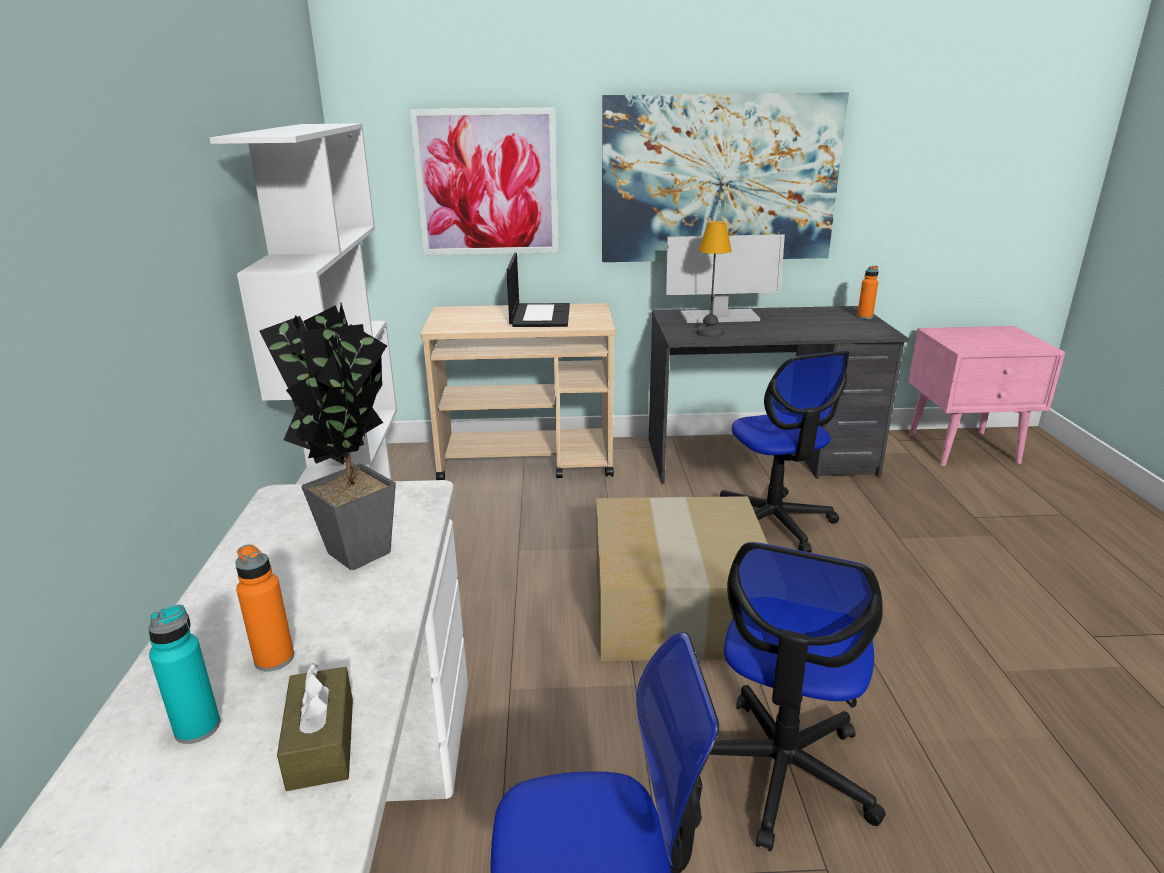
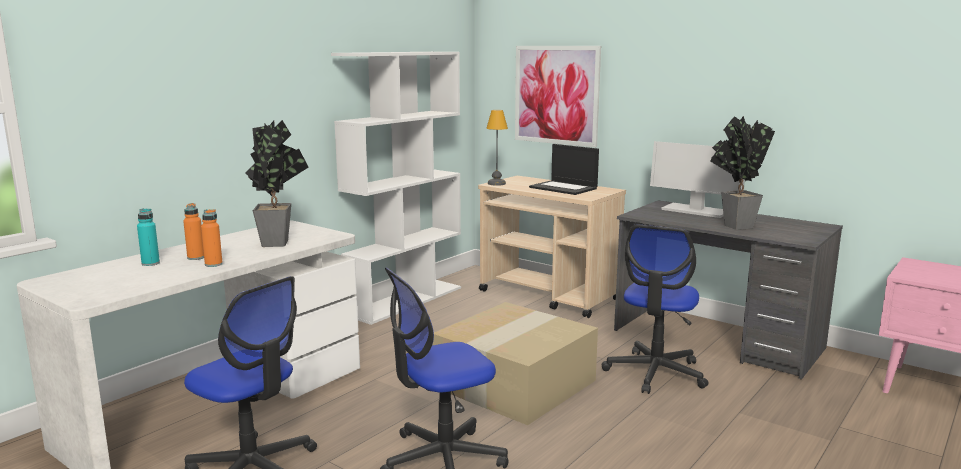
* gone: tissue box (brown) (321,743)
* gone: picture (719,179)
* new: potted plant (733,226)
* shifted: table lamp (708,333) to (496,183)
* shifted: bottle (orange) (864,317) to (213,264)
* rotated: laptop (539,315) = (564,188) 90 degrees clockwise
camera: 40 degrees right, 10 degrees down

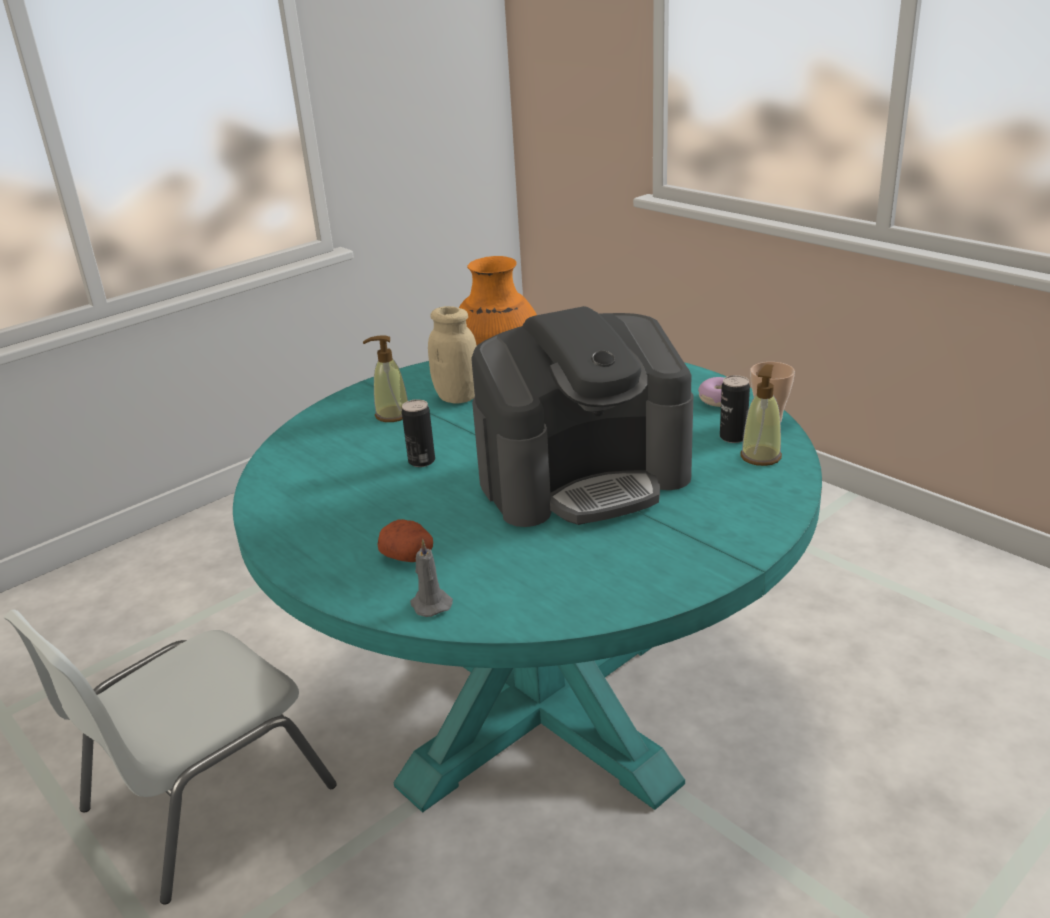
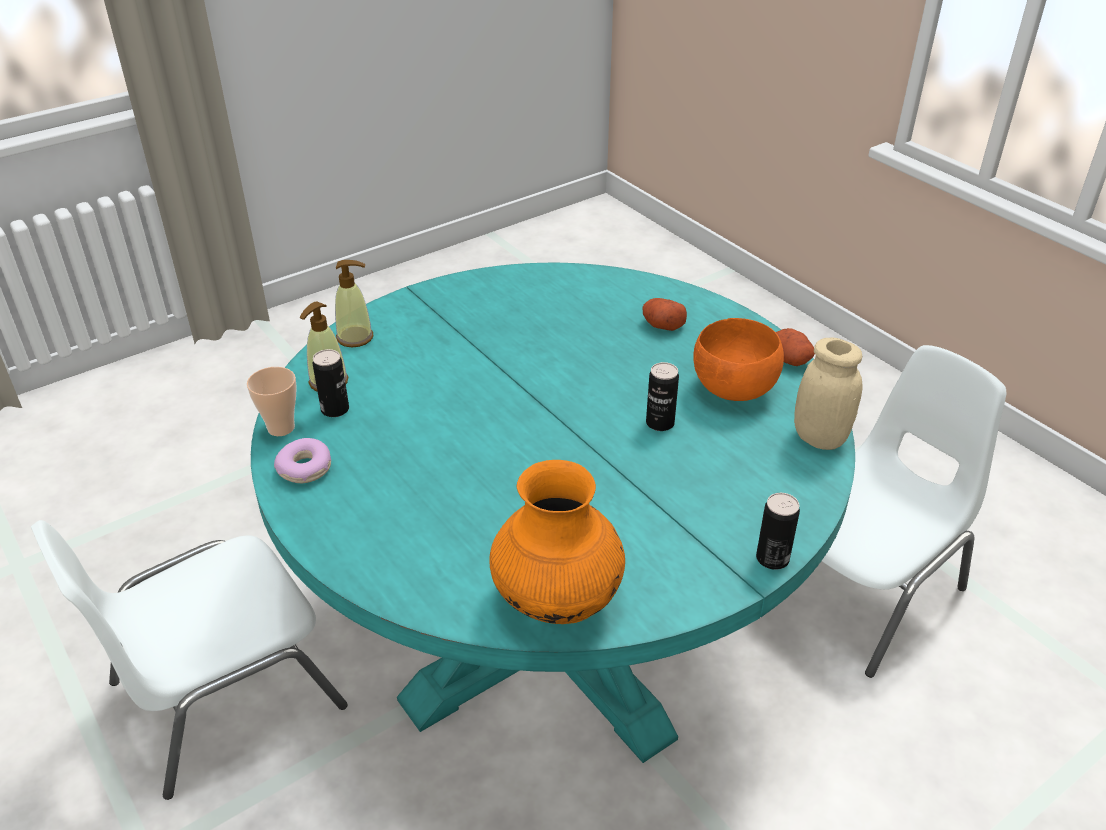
* gone: candle (grey) (430,604)
* gone: coffee machine (584,477)
* new: chair (white) (222,694)
* new: bowl (orange) (733,391)
* new: can (772,558)
* new: potato (790,360)
* shifted: soap dispenser (392,415) to (355,337)
* shifted: jar (beige) (457,397) to (819,438)
camera: 175 degrees left, 10 degrees up

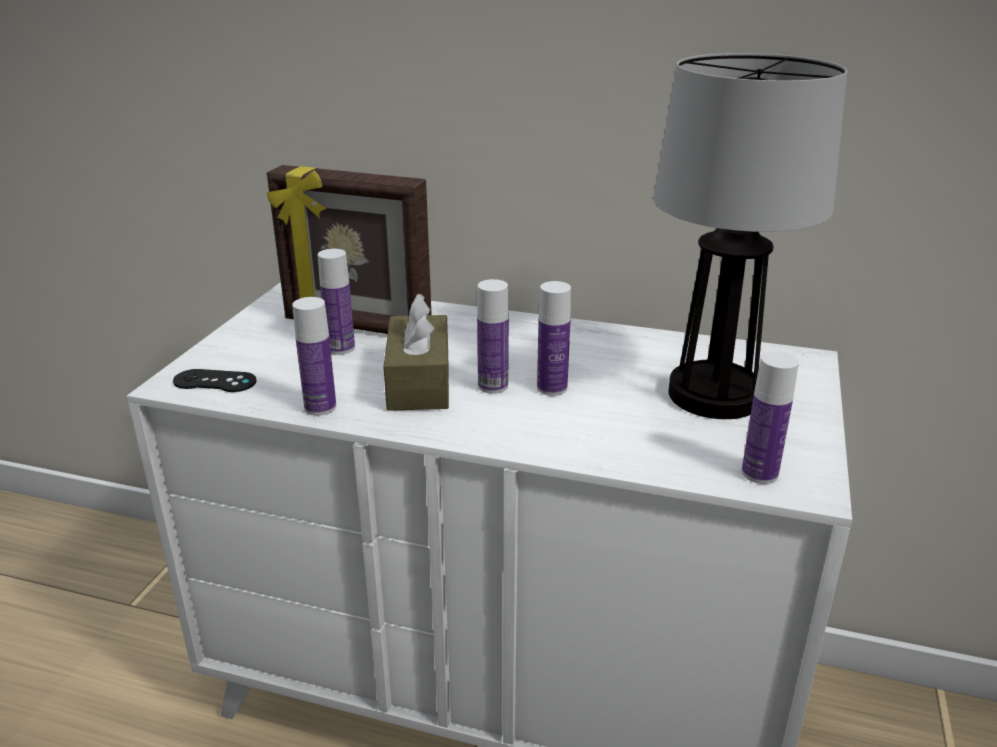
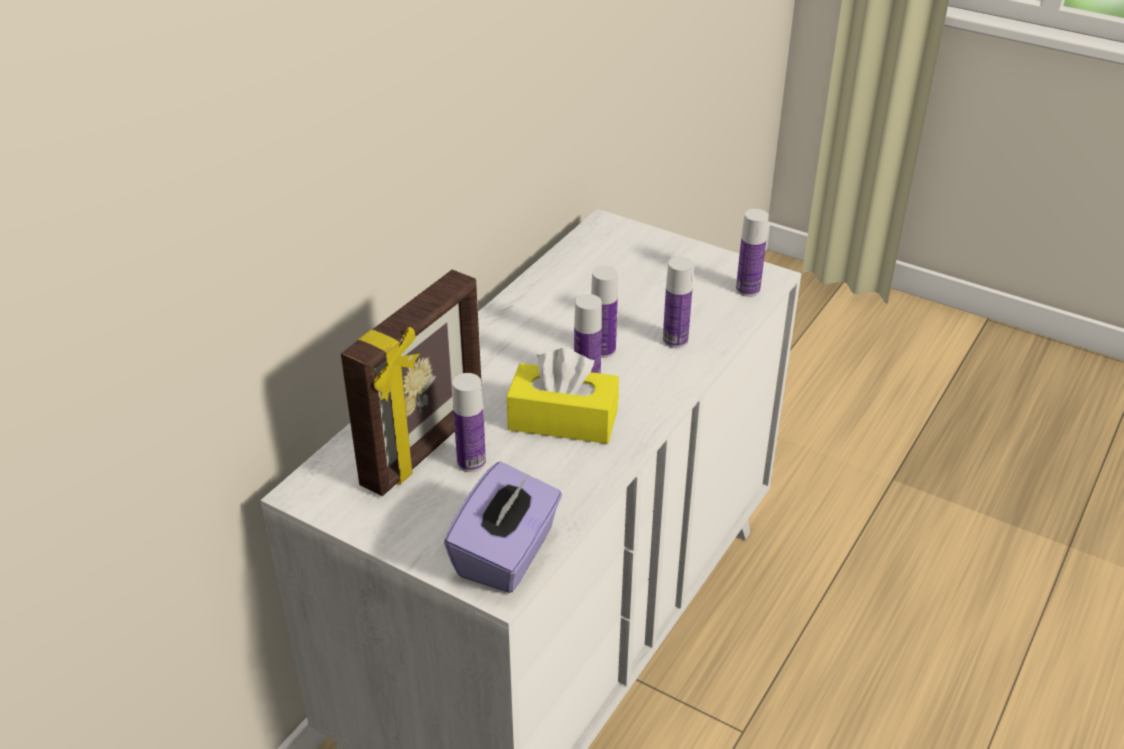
* gone: table lamp (713,396)
* shifted: bottle (320,407) to (675,340)
* swapped: game controller (black) (215,381) to tissue box (purple) (507,554)
* repainted: tissue box (brown) (419,382) to tissue box (yellow) (563,420)
camera: 75 degrees left, 10 degrees up

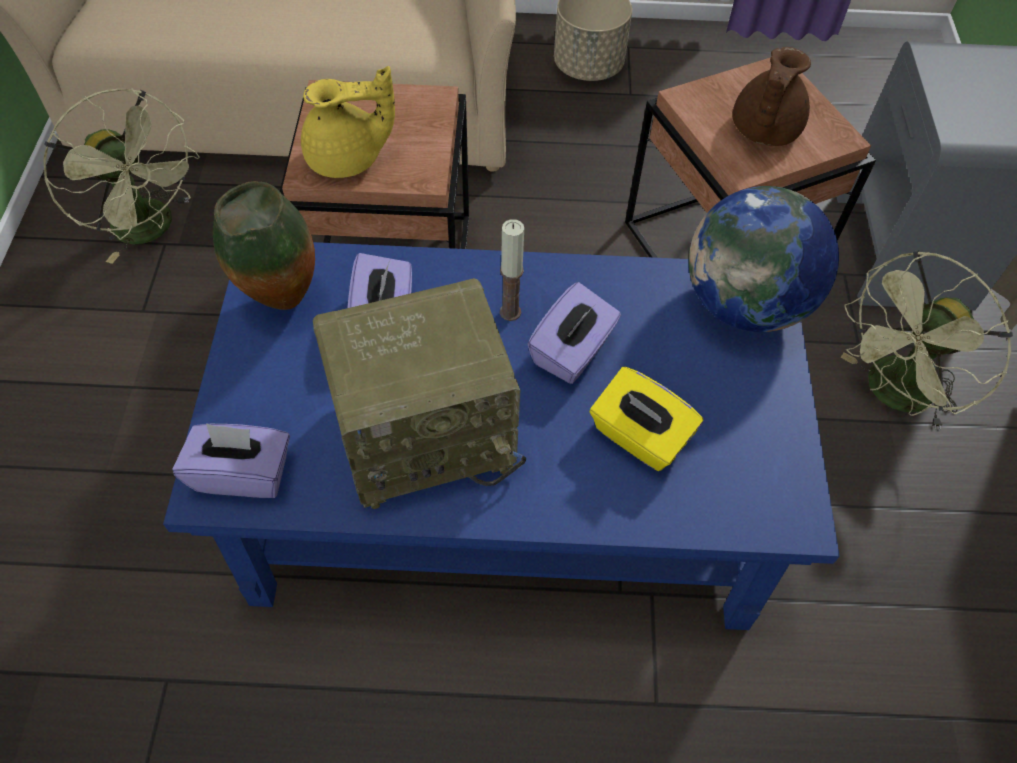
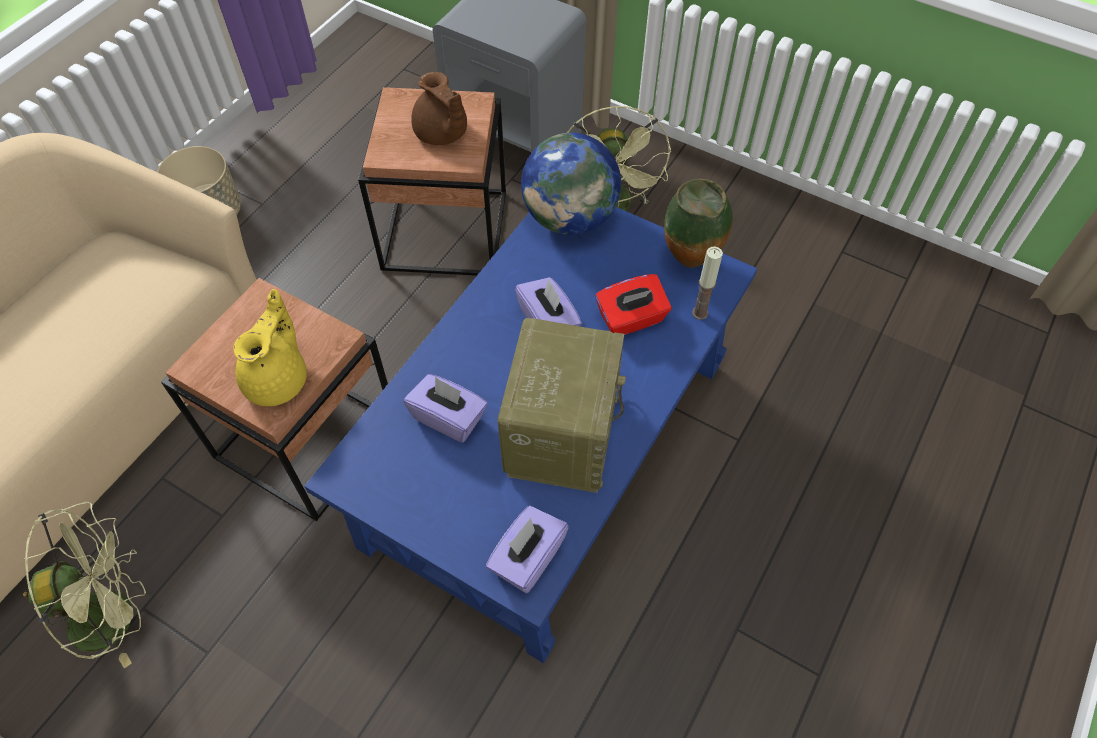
* shifted: vase (281,302) to (690,264)
* shifted: candle (510,312) to (700,313)
* repainted: tissue box (yellow) (639,436) to tissue box (red) (631,319)
camera: 60 degrees left, 0 degrees up

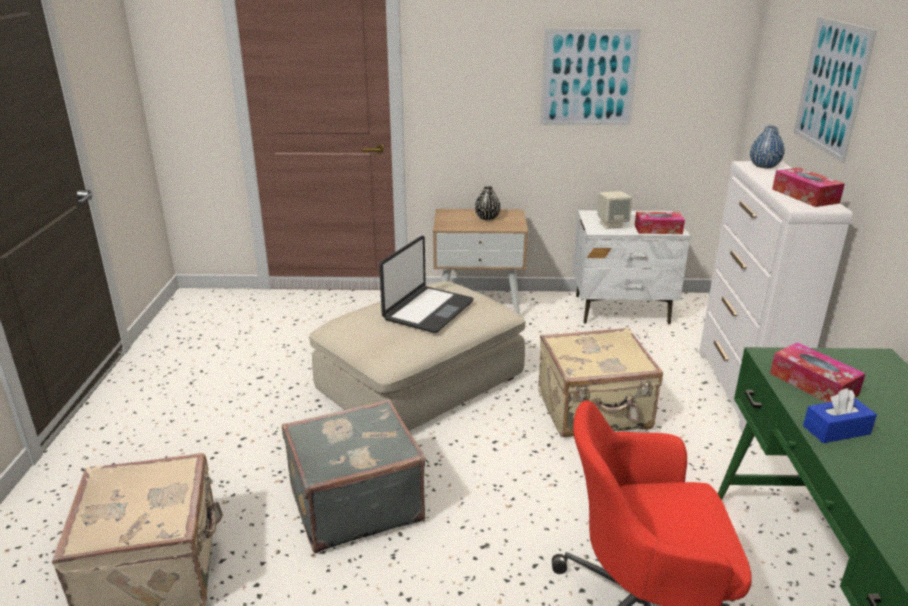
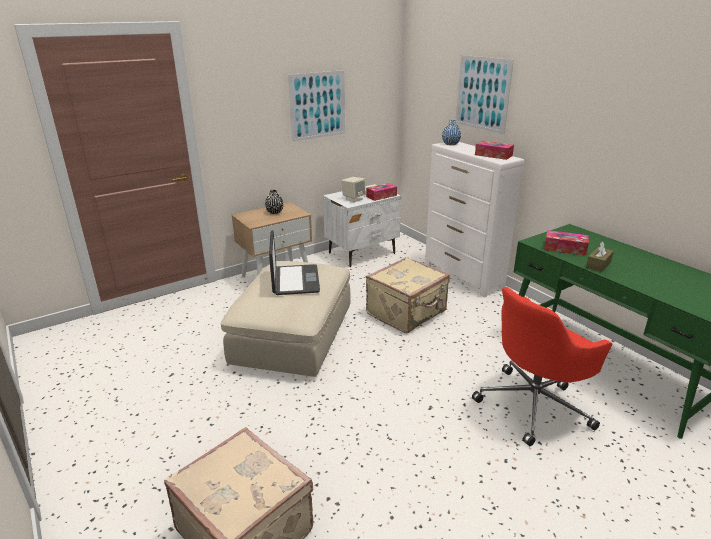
* gone: suitcase (grey) (354,503)
* repainted: tissue box (blue) (836,430) to tissue box (brown) (598,265)
camera: 35 degrees left, 0 degrees up

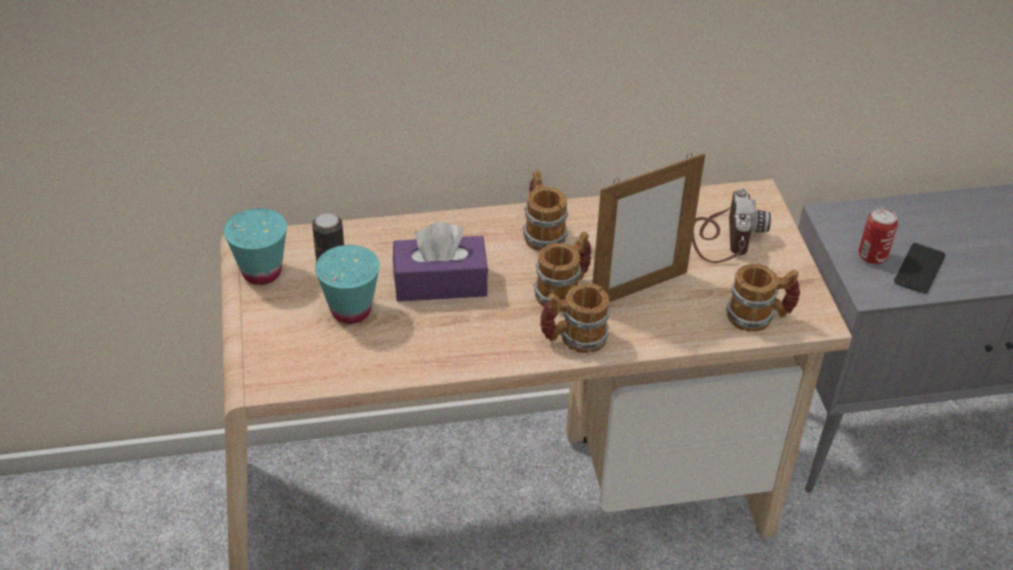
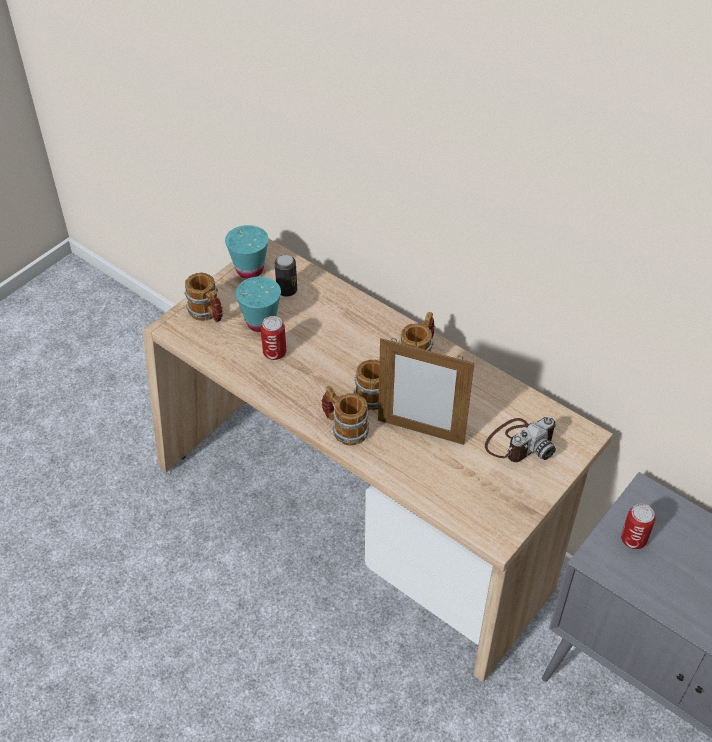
* gone: tissue box (purple) (440,283)
* gone: phone (919,269)
* new: can (274,353)
* shifted: mug (759,317) to (208,314)
camera: 50 degrees right, 5 degrees up

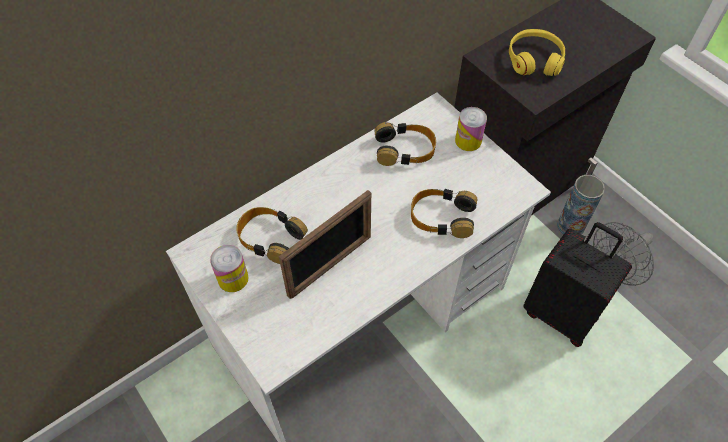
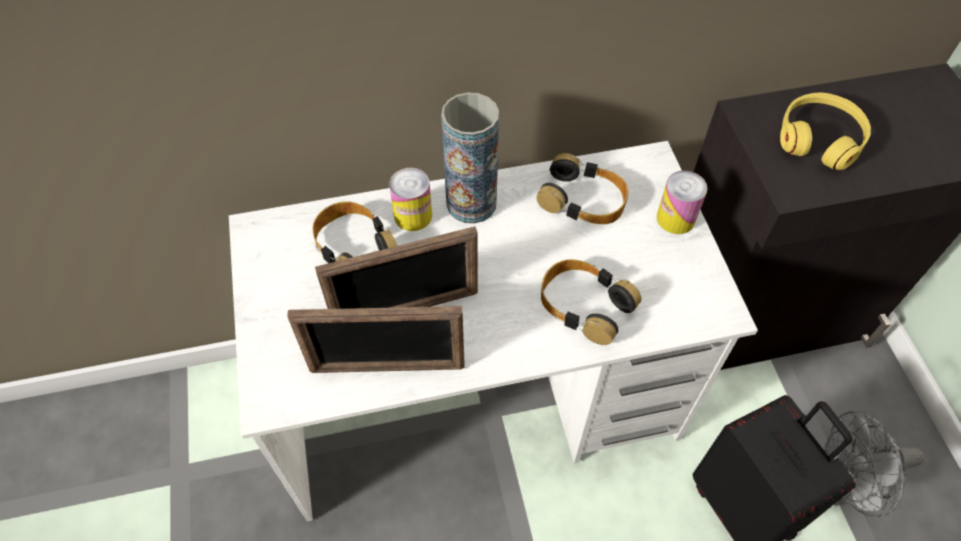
* new: picture frame (387,368)
* shifted: can (233,278) to (413,215)
* shifted: vase (570,226) to (471,203)
camera: 25 degrees right, 0 degrees up

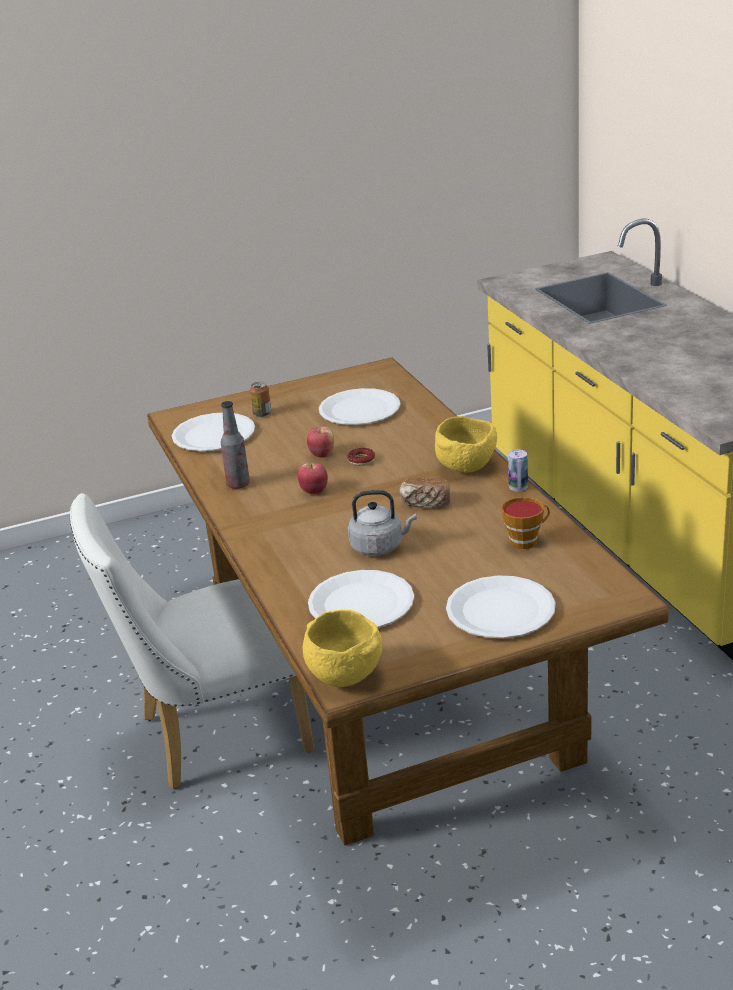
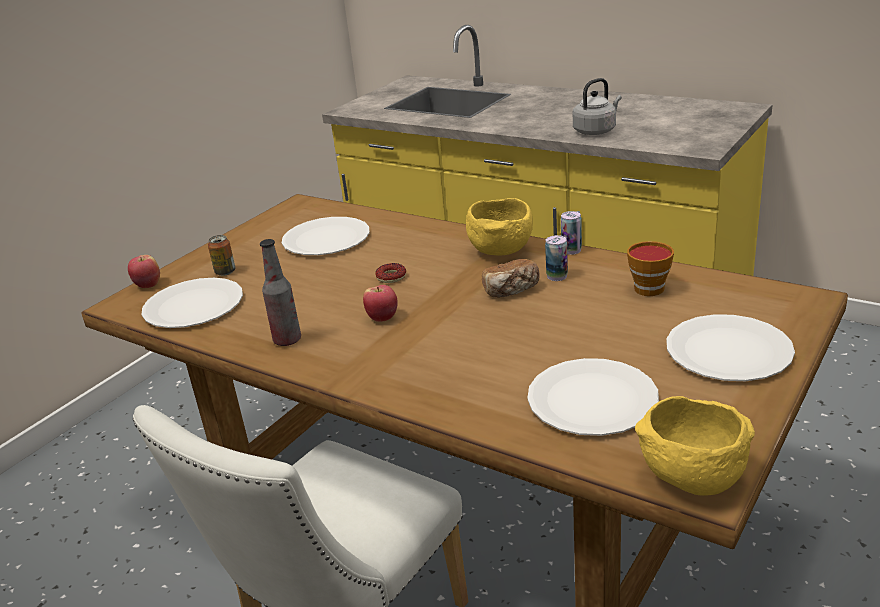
* new: can (557,276)
* shifted: apple (322,454) to (148,285)
* shifted: kettle (grey) (380,547) to (596,131)
camera: 35 degrees left, 0 degrees up

